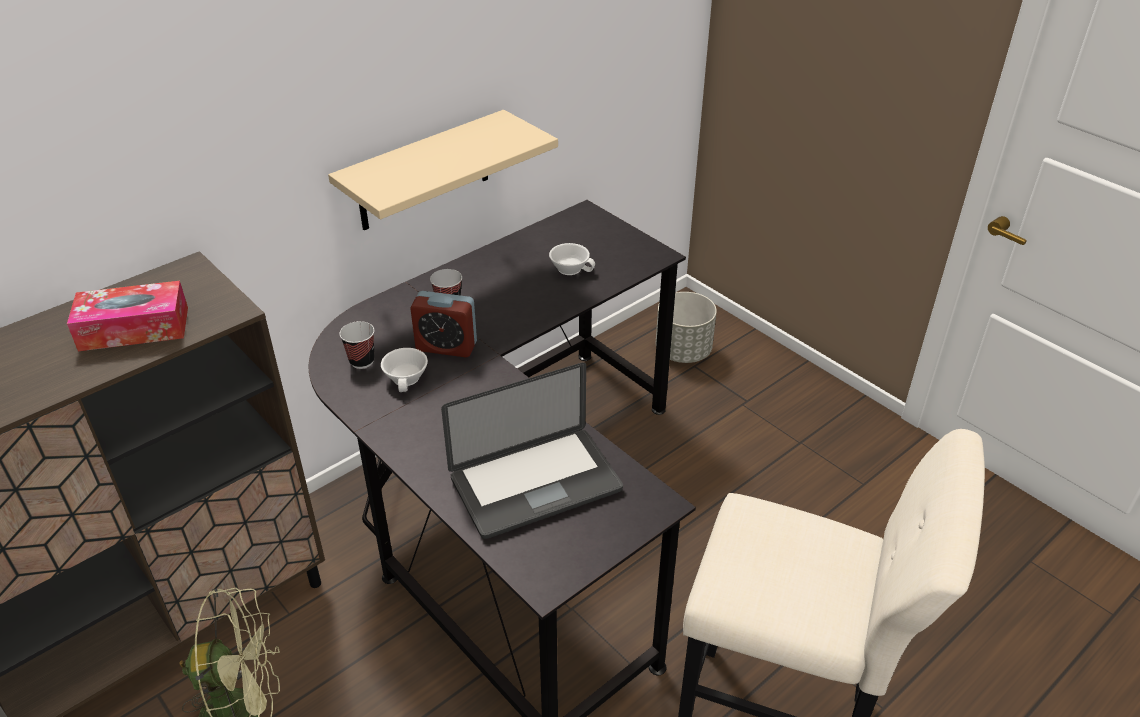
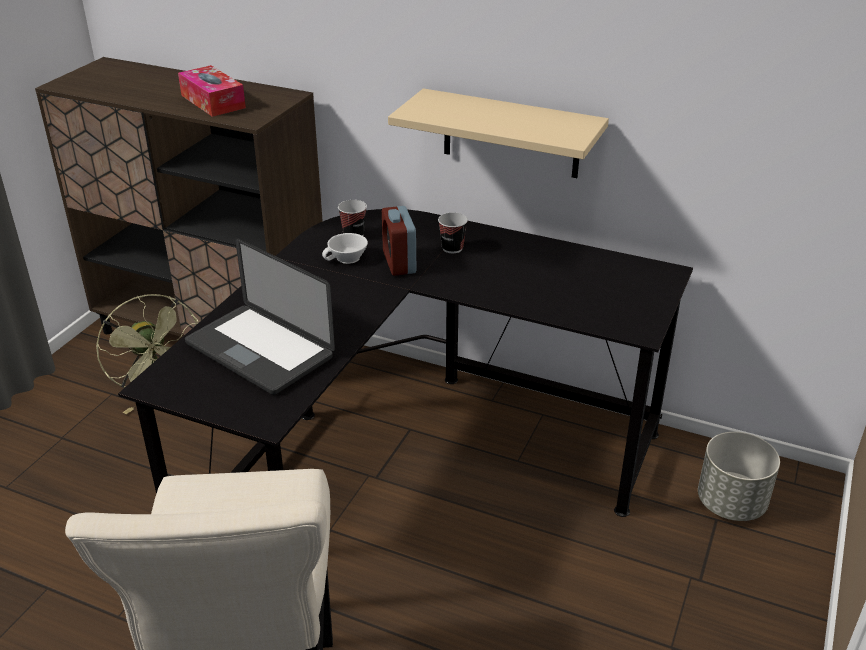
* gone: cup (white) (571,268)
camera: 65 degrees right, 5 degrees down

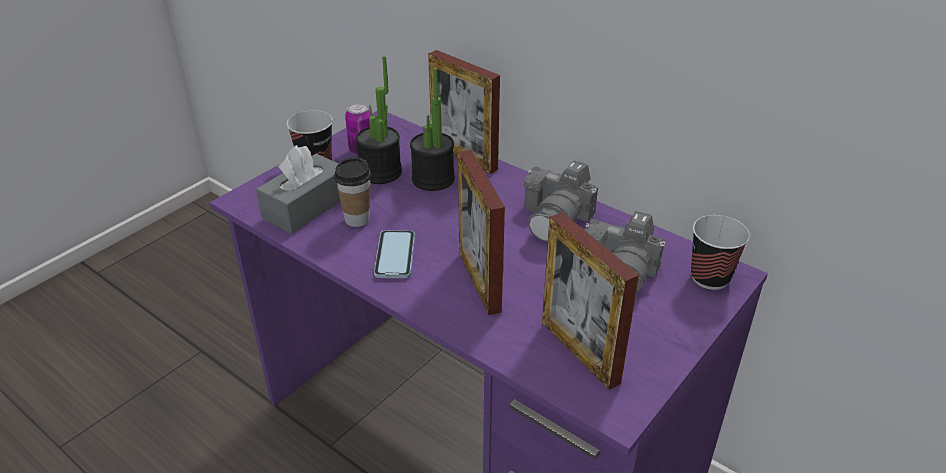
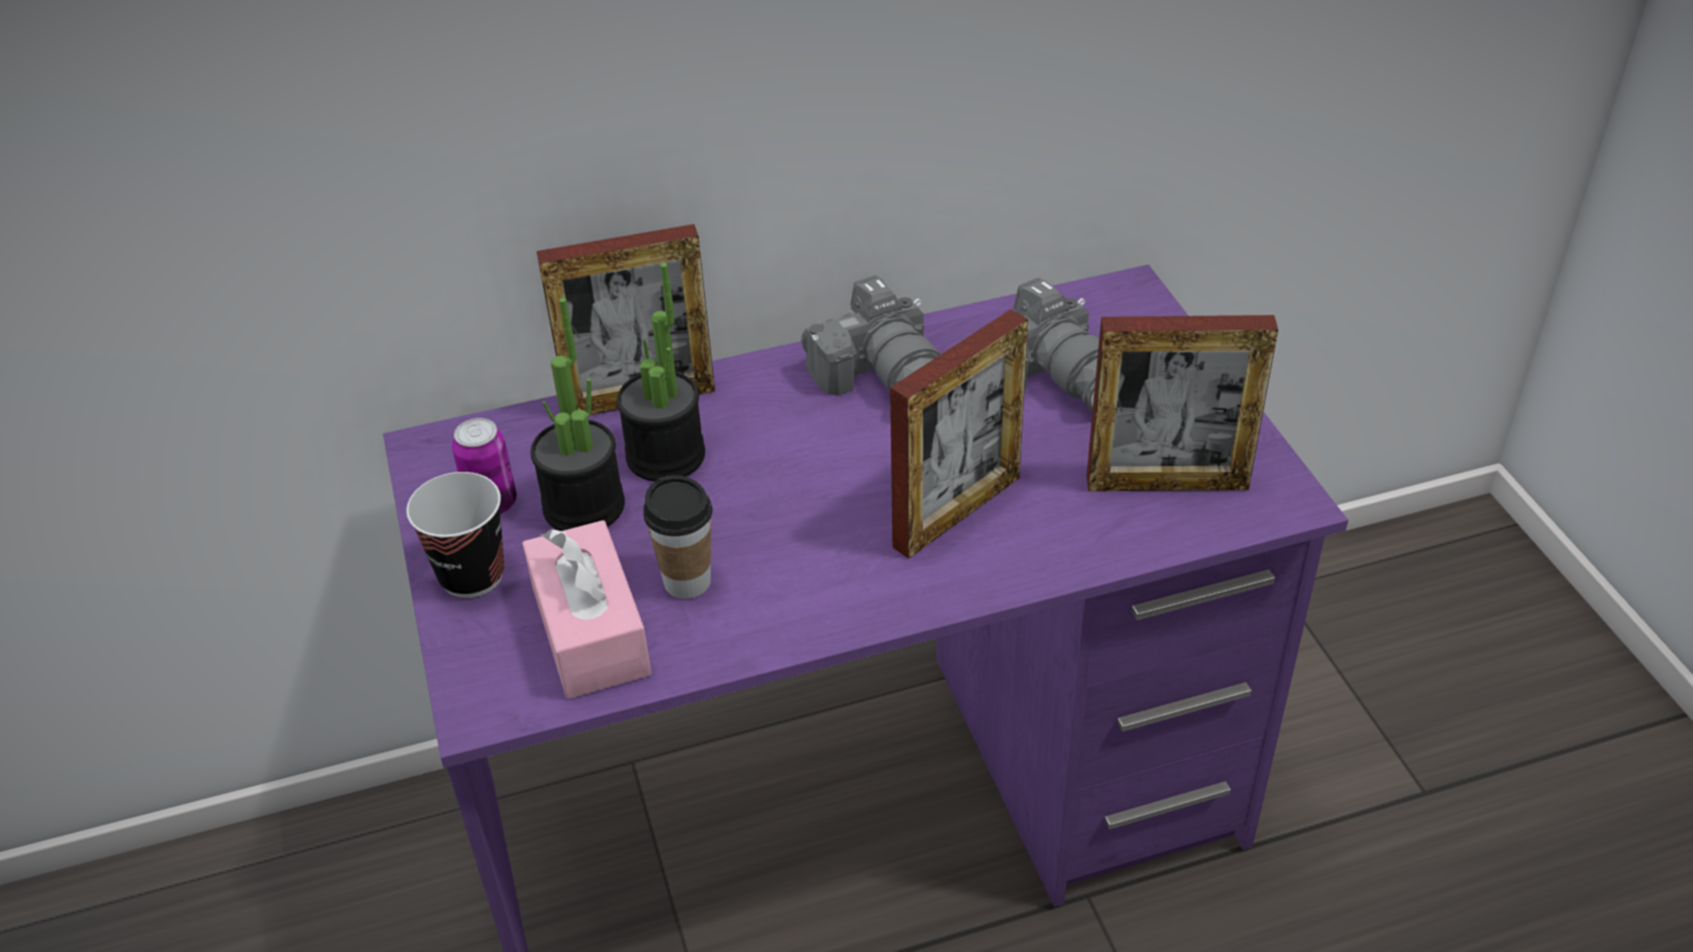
* gone: phone (395,256)
* gone: cup (710,277)
* repainted: tissue box (grey) (306,207) to tissue box (pink) (590,631)
* rotated: picture frame (479,281) = (957,512) 60 degrees counterclockwise
camera: 55 degrees left, 5 degrees up

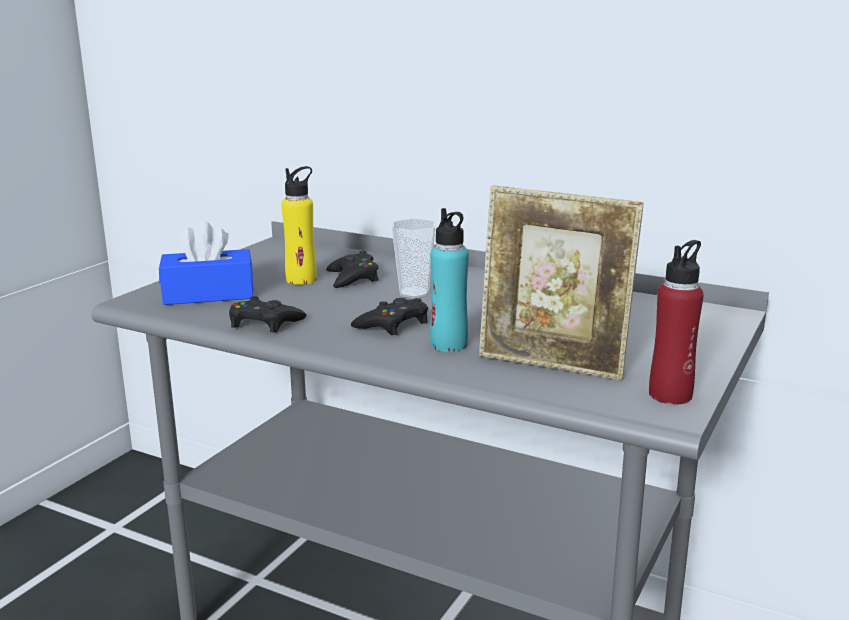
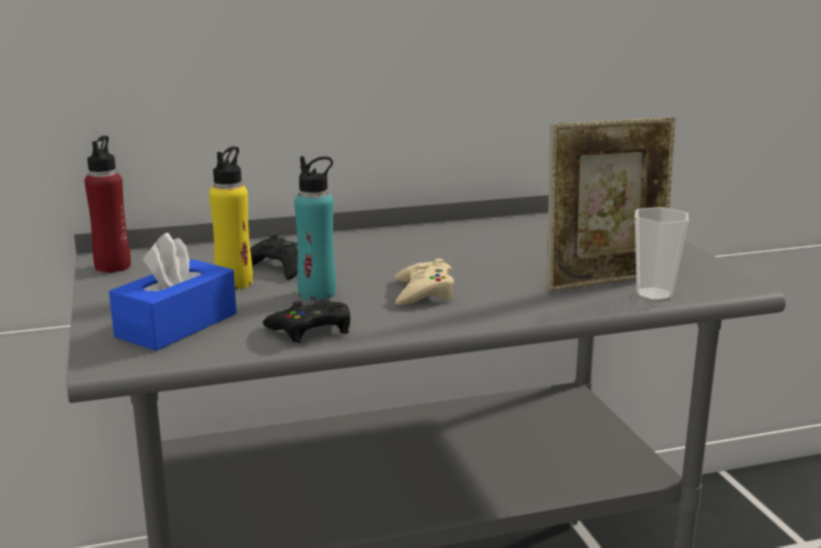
* shifted: cup (414,293) to (654,295)
* shifted: bottle (turquoise) (449,344) to (317,293)
* shifted: bottle (red) (670,395) to (113,266)
* repainted: game controller (black) (393,324) to game controller (beige) (423,292)
camera: 45 degrees left, 0 degrees up

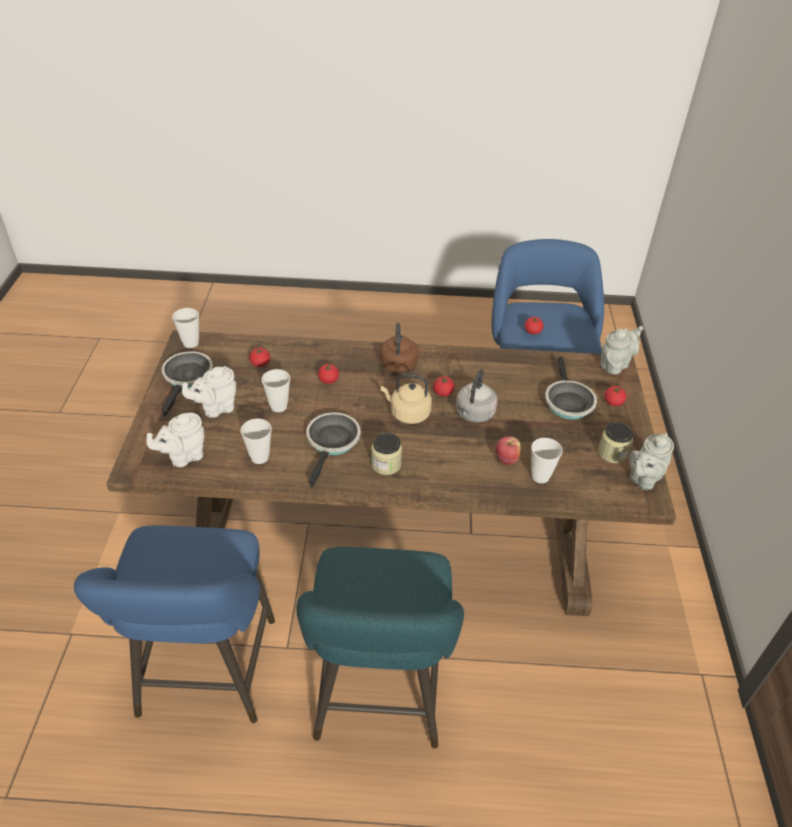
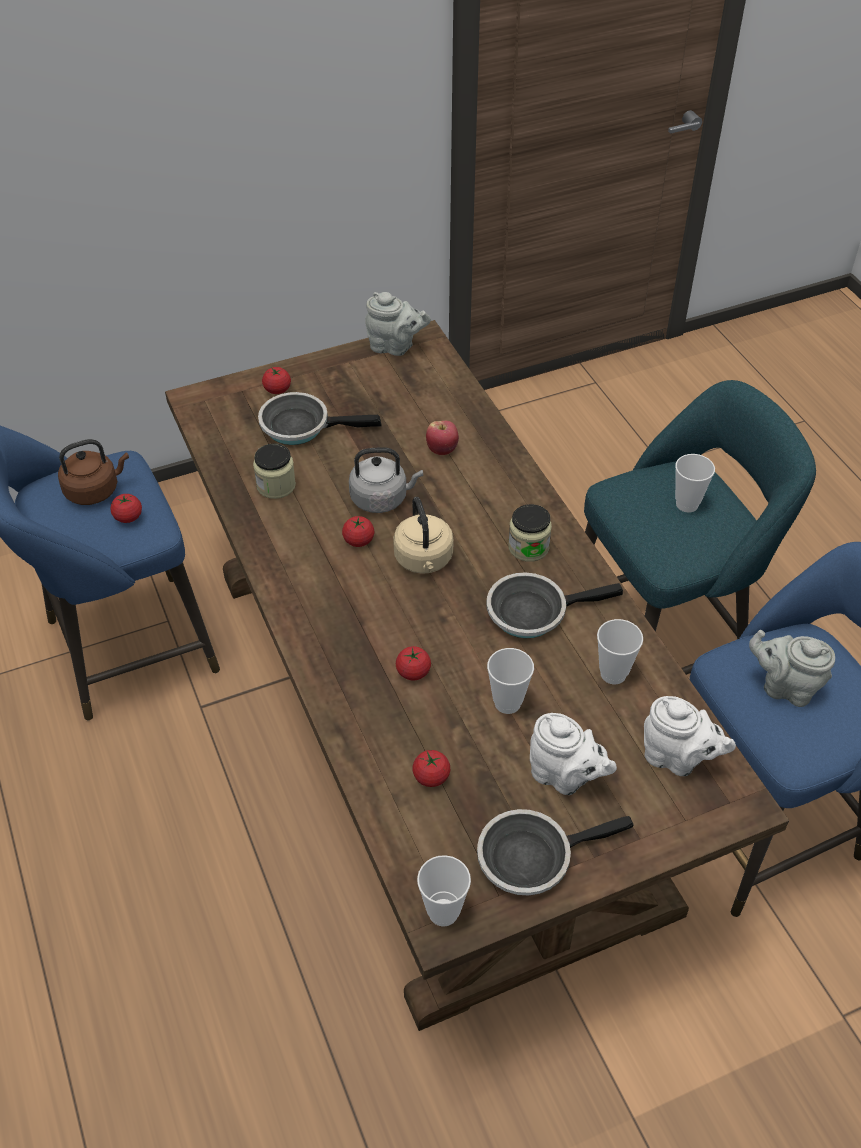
* shifted: kettle (brown) (398,366) to (95,490)
* shifted: cup (540,476) to (687,504)
* shifted: jar (612,453) to (276,485)
* shifted: teapot (grey) (615,364) to (785,687)
* rotated: frying pan (567,402) = (301,426) 150 degrees counterclockwise
camera: 115 degrees left, 5 degrees up

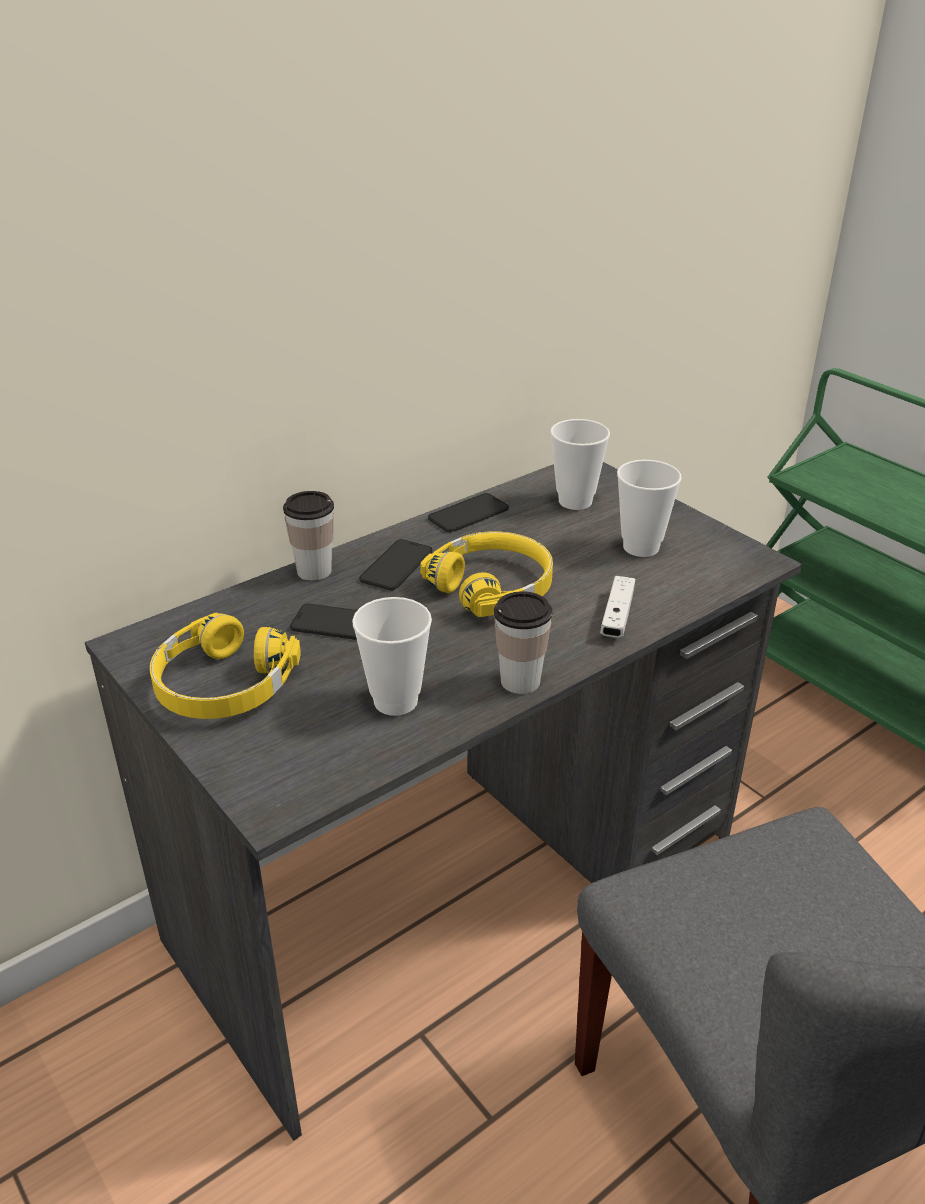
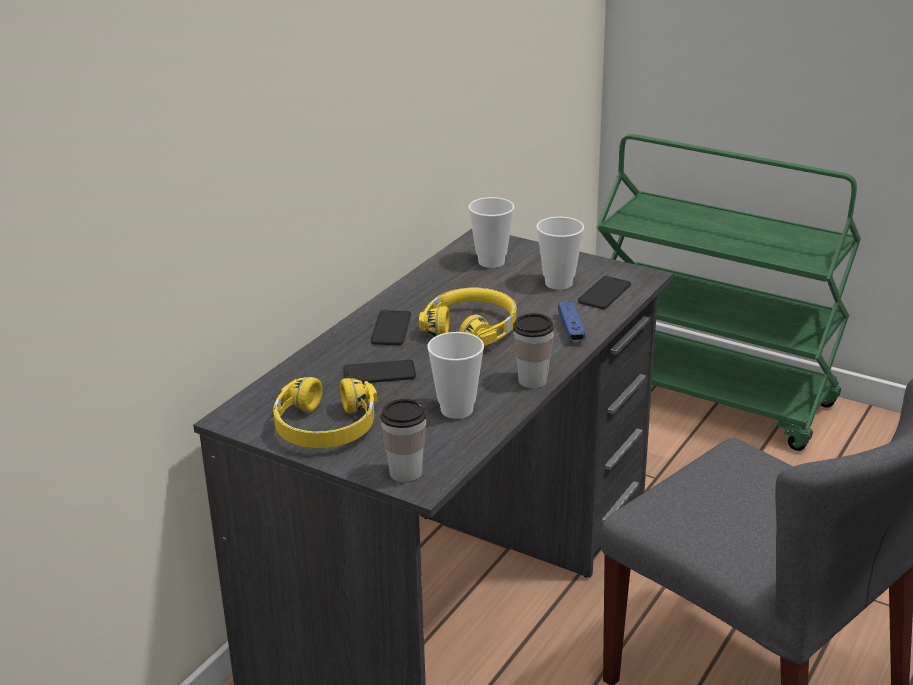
* shifted: cup (314,571) to (406,472)
* shifted: phone (468,514) to (604,293)
* repainted: game controller (white) (617,616) to game controller (blue) (571,329)
camera: 20 degrees left, 5 degrees down

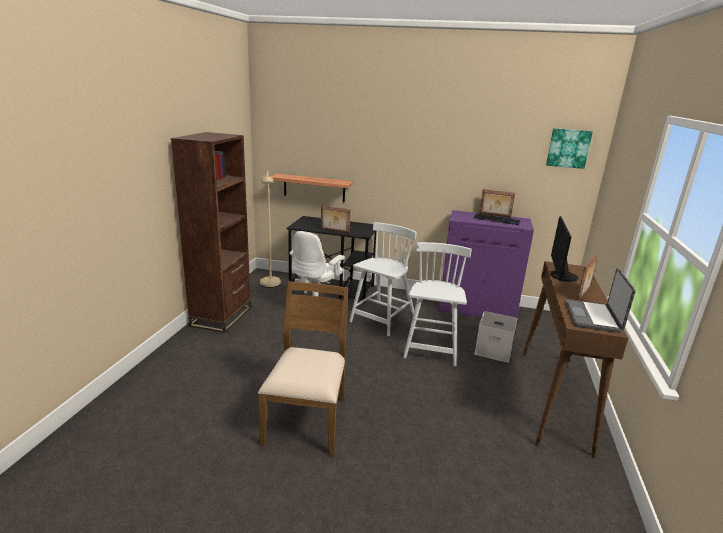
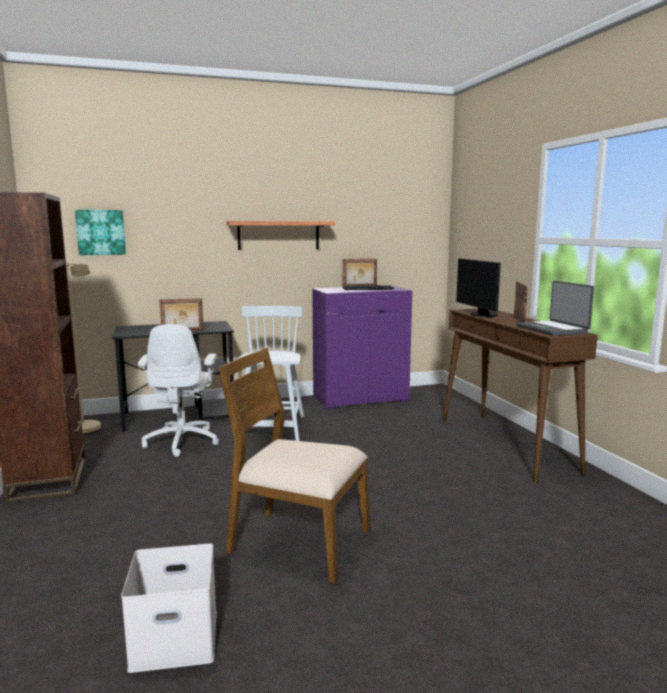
* gone: chair (white) (431,346)
* shifted: shelf (314,187) to (278,235)
* shifted: storage box (white) (494,350) to (177,637)
* shifted: picture (568,148) to (101,232)
* rotated: chair (brown) (307,420) = (297,542) 45 degrees counterclockwise
camera: 30 degrees left, 10 degrees down

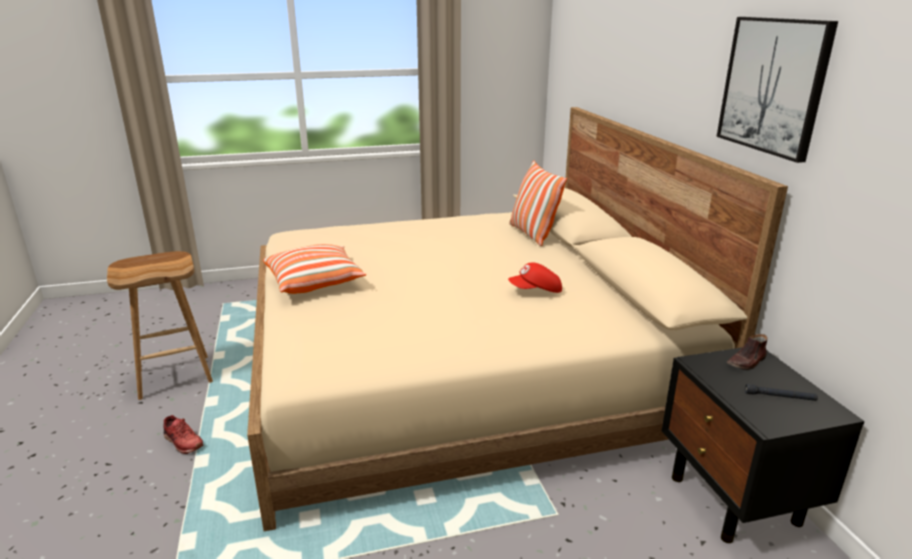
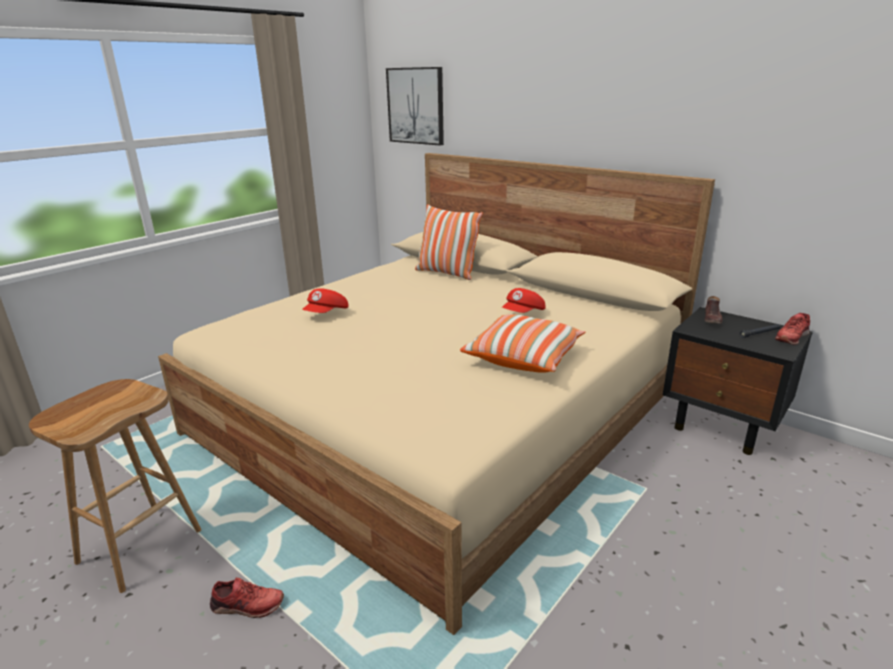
* new: cap (red) (327,314)
* new: shoe (red) (791,337)
* shifted: pillow (315,282) to (523,357)
* shifted: picture (773,86) to (416,106)
camera: 35 degrees left, 0 degrees up

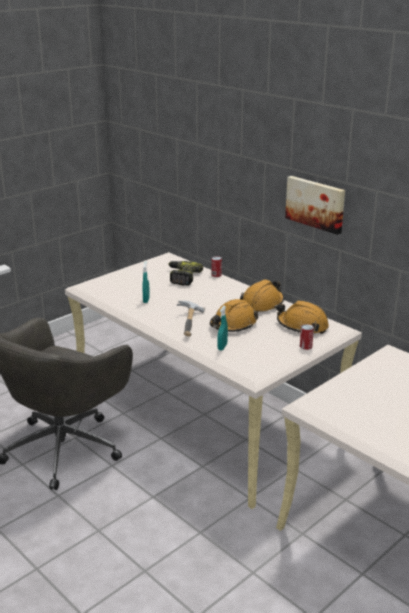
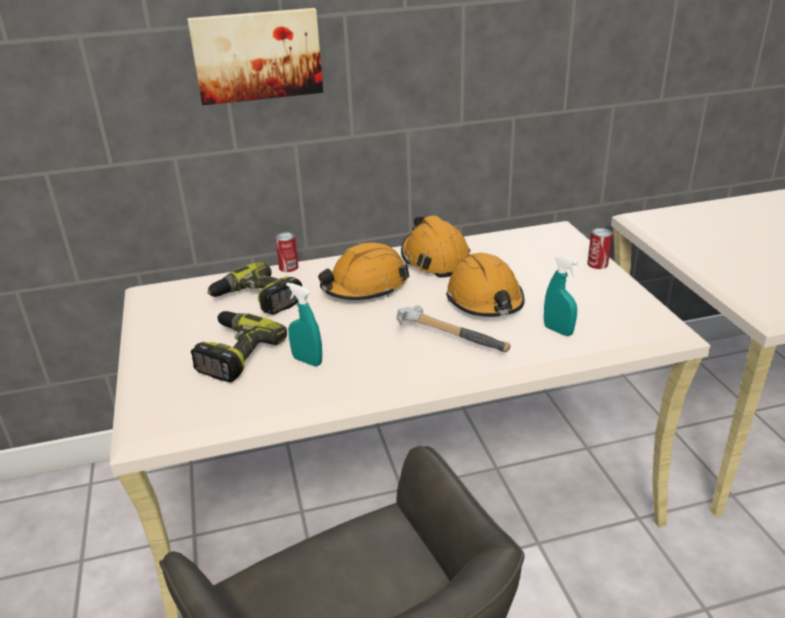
* new: power drill (234,353)
* shifted: hard hat (orange) (302,326) to (365,286)
* shifted: picture (316,204) to (257,55)
camera: 60 degrees left, 5 degrees up

